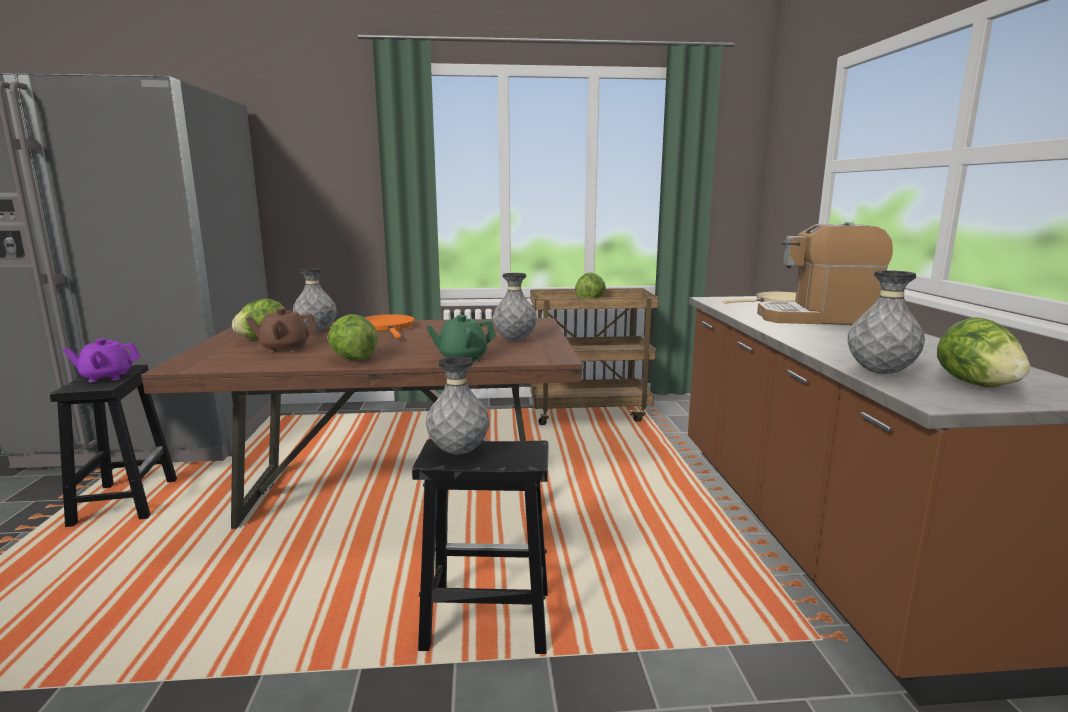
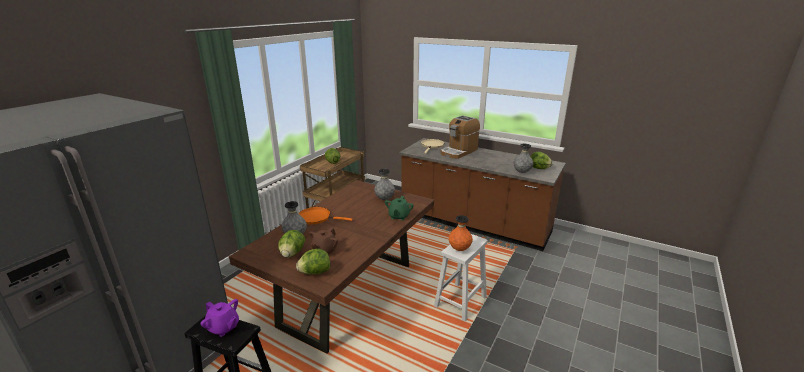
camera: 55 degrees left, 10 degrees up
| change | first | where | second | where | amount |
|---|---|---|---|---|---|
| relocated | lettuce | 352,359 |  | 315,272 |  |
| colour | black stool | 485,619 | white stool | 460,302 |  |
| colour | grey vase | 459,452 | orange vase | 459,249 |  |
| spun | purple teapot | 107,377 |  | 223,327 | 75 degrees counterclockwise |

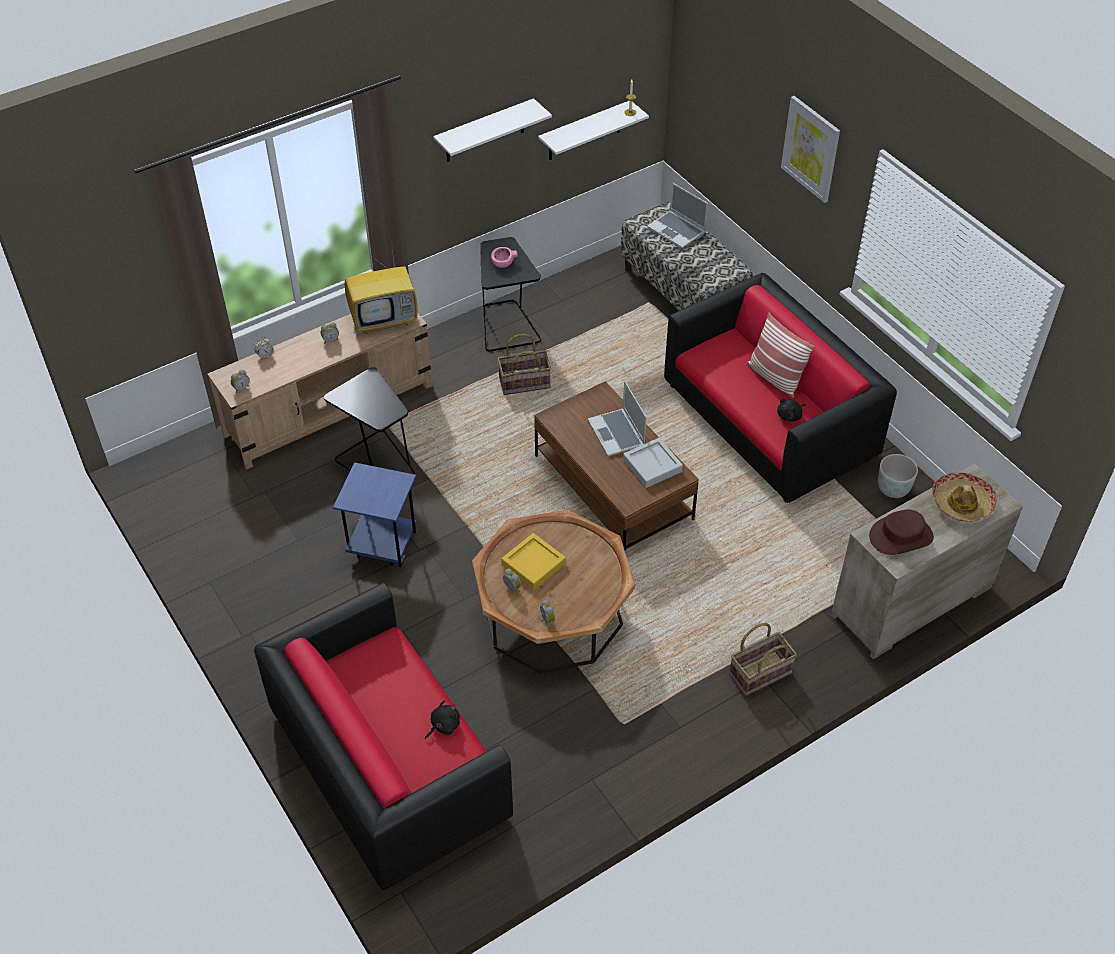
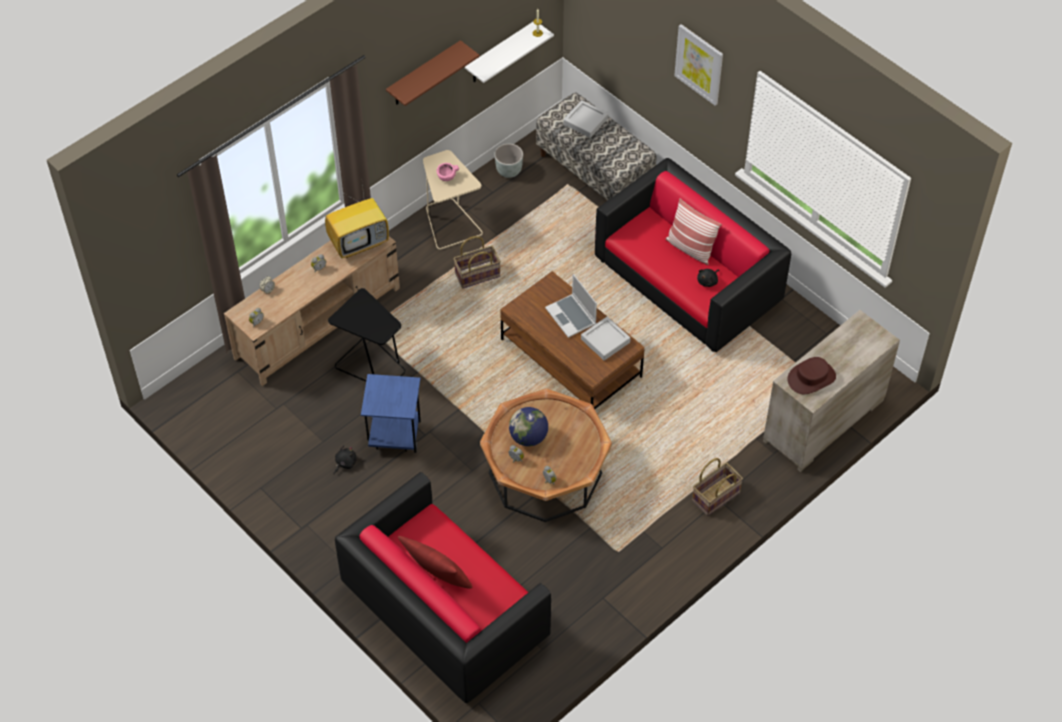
camera: 10 degrees left, 5 degrees up
| change | first | where | second | where | amount |
|---|---|---|---|---|---|
| missing | hat | 961,503 |  |  |  |
| appeared |  |  | red pillow | 437,578 |  |
| relocated | black plush toy | 443,725 |  | 345,463 |  |
| relocated | grey planter | 893,489 |  | 509,171 |  |
| exchanged | yellow tray | 533,564 | globe | 528,437 |  |
| exchanged | laptop | 677,230 | grey tray | 585,121 |  |
| colour | white shelf | 484,131 | brown shelf | 424,74 |  |
| colour | black side table | 507,326 | beige side table | 450,223 |  |

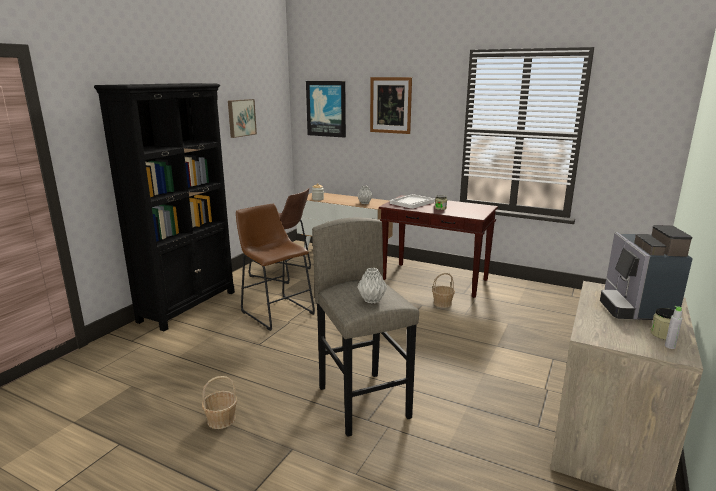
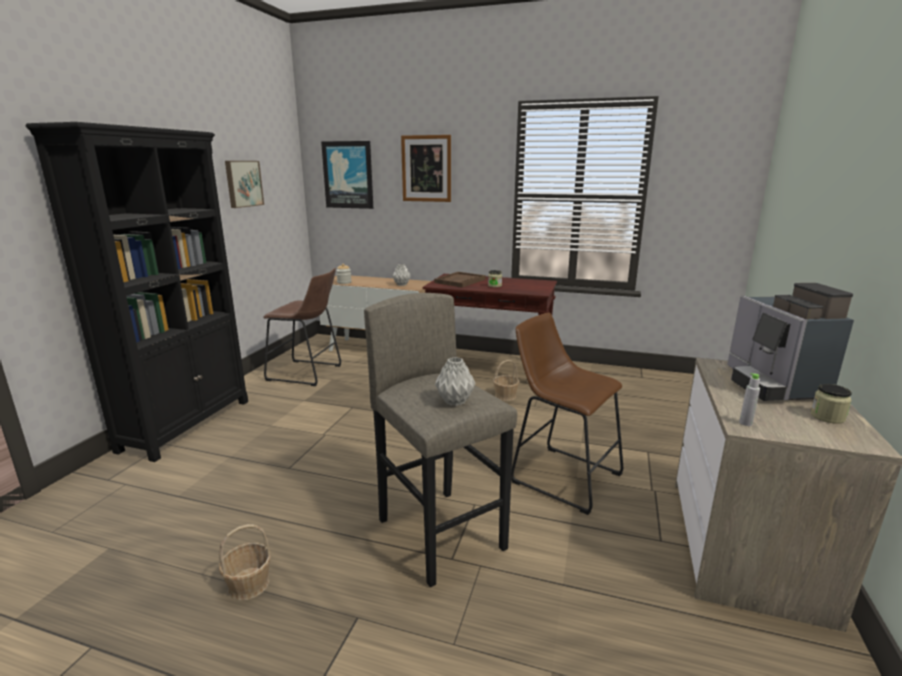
camera: 10 degrees left, 0 degrees up
| change | first | where | second | where | amount |
|---|---|---|---|---|---|
| relocated | brown stool | 275,311 |  | 560,475 |  |
| relocated | grey bottle | 670,346 |  | 745,423 |  |
| colour | white tray | 412,203 | brown tray | 460,281 |  |

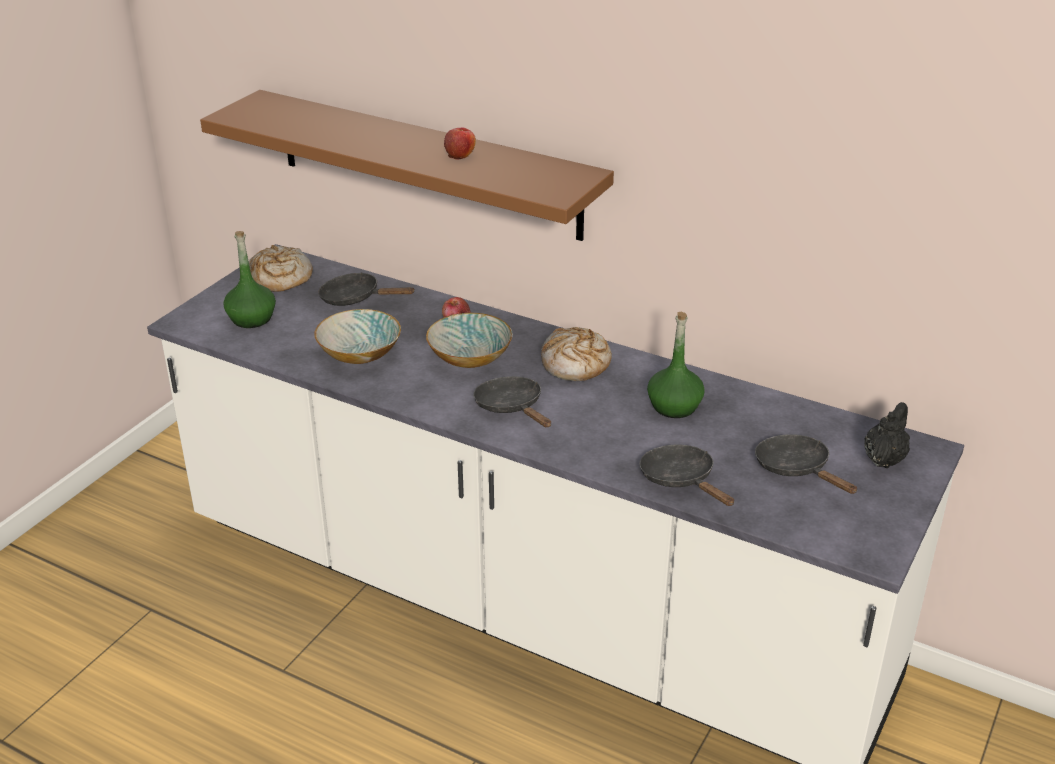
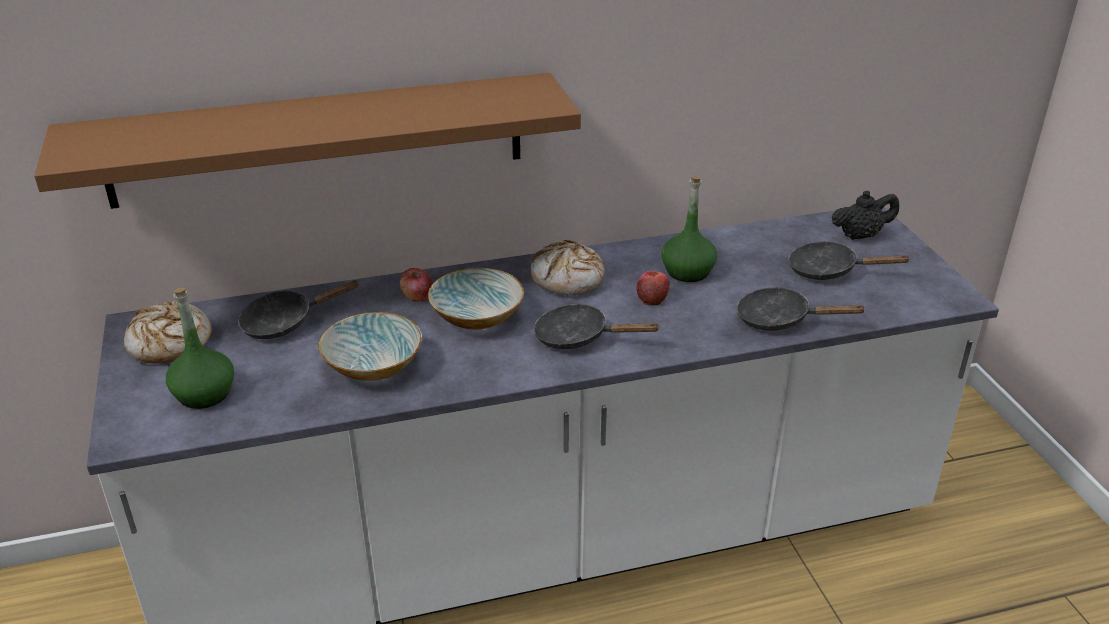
camera: 45 degrees left, 0 degrees up
| change | first | where | second | where | amount |
|---|---|---|---|---|---|
| relocated | apple | 460,155 |  | 652,298 |  |
| spun | black teapot | 884,459 |  | 860,236 | 90 degrees clockwise |

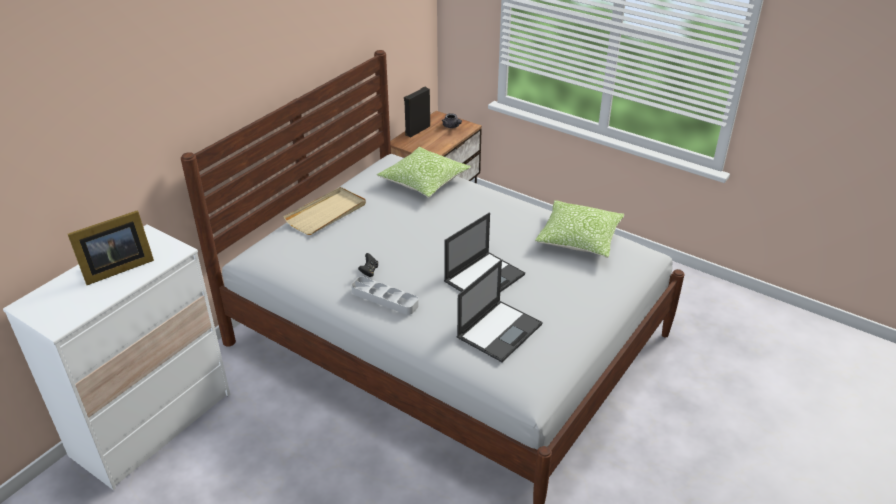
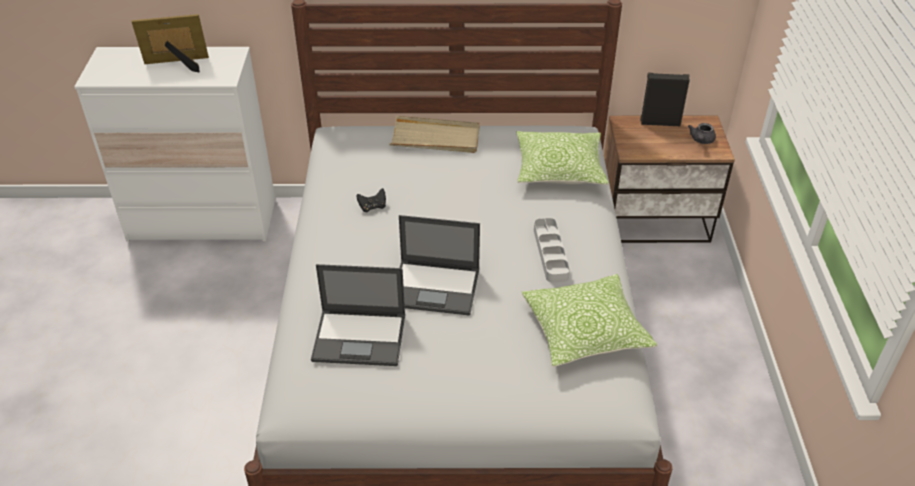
camera: 55 degrees right, 5 degrees up
| change | first | where | second | where | amount |
|---|---|---|---|---|---|
| relocated | grey tray | 384,298 |  | 550,253 |  |
| spun | picture frame | 115,268 |  | 178,64 | 150 degrees clockwise |

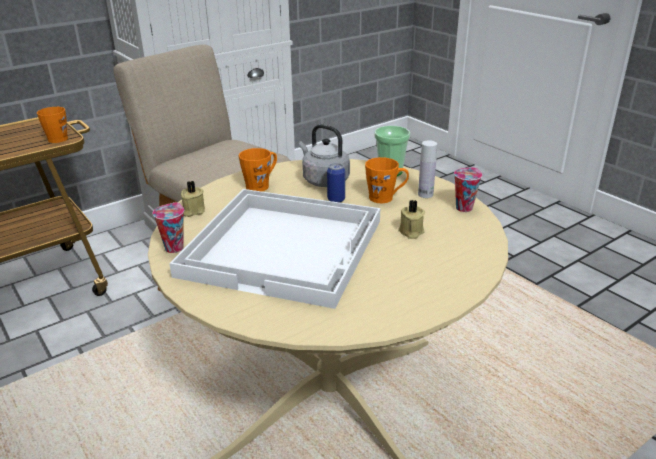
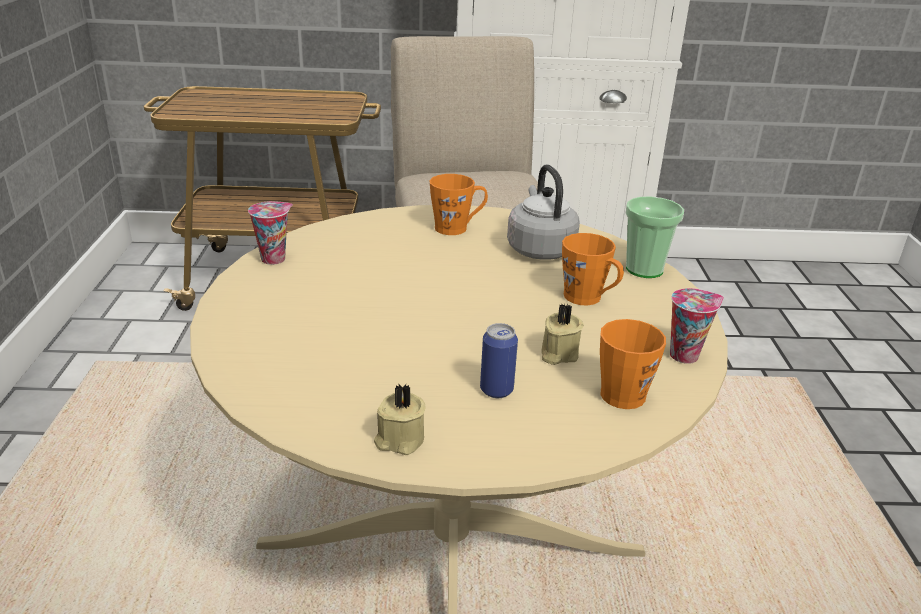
camera: 35 degrees right, 0 degrees up
| change | first | where | second | where | amount |
|---|---|---|---|---|---|
| missing | white tray | 285,246 |  |  |  |
| missing | white bottle | 425,194 |  |  |  |
| relocated | orange mug | 59,137 |  | 626,390 |  |
| relocated | beige candle | 193,211 |  | 399,440 |  |
| relocated | can | 336,199 |  | 496,390 |  |

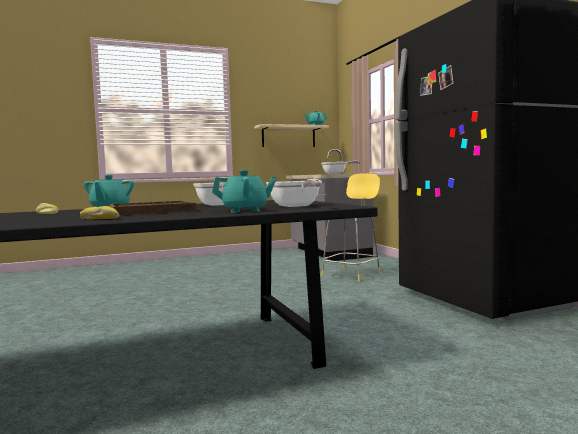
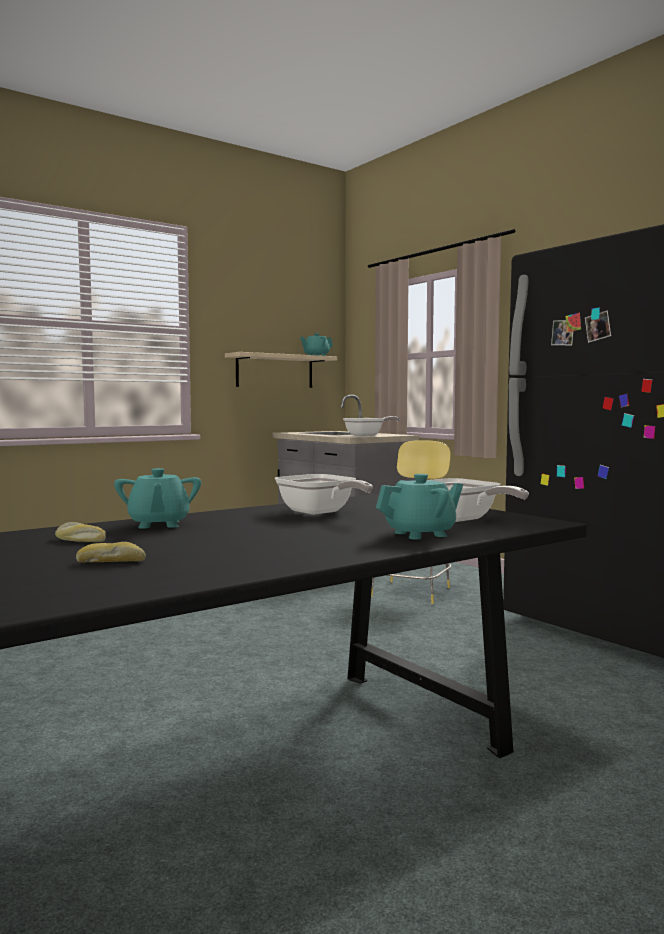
camera: 15 degrees left, 0 degrees up
| change | first | where | second | where | amount |
|---|---|---|---|---|---|
| missing | brown tray | 152,211 |  |  |  |
| relocated | bread | 100,218 |  | 111,562 |  |

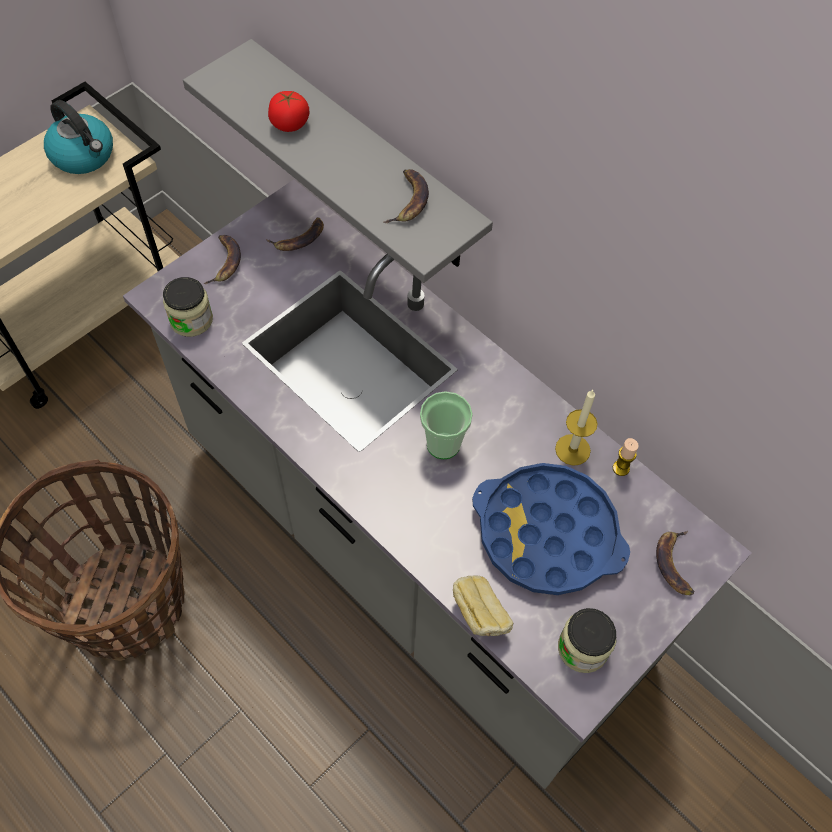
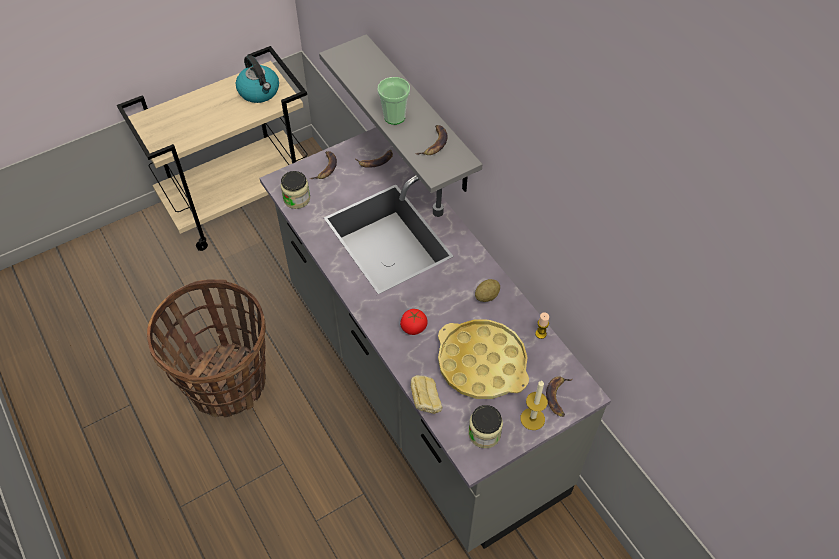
camera: 15 degrees right, 5 degrees down
| change | first | where | second | where | amount |
|---|---|---|---|---|---|
| appeared |  |  | potato | 487,296 |  |
| relocated | tomato | 289,124 |  | 413,327 |  |
| relocated | cup | 443,444 |  | 394,117 |  |
| relocated | candle | 572,449 |  | 532,419 |  |
| colour | blue tray | 547,534 | yellow tray | 481,363 |  |

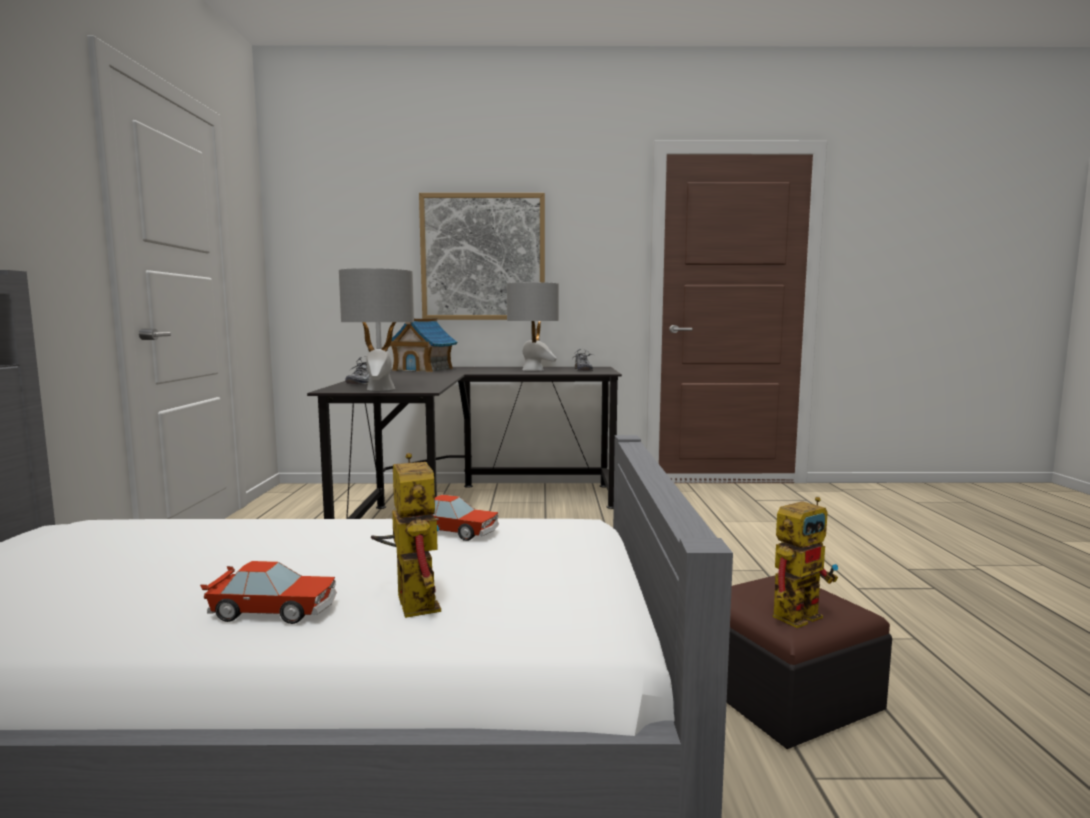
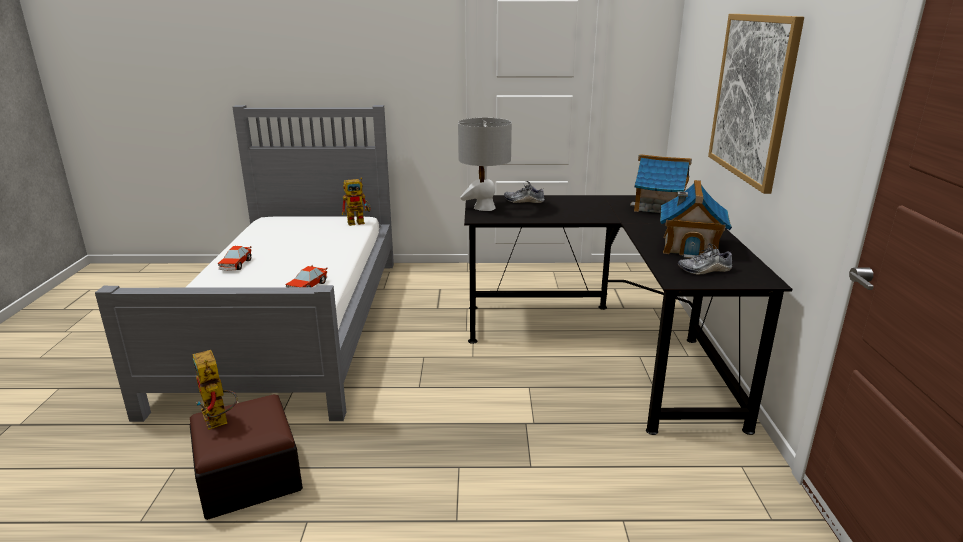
camera: 90 degrees right, 15 degrees up
| change | first | where | second | where | amount |
|---|---|---|---|---|---|
| relocated | toy robot | 410,599 |  | 359,222 |  |
| exchanged | grey table lamp | 533,370 | toy house | 690,247 |  |

